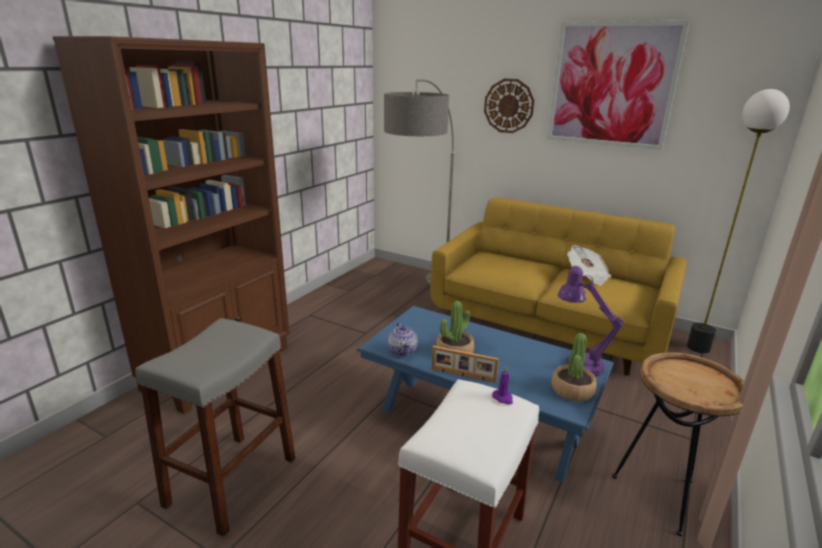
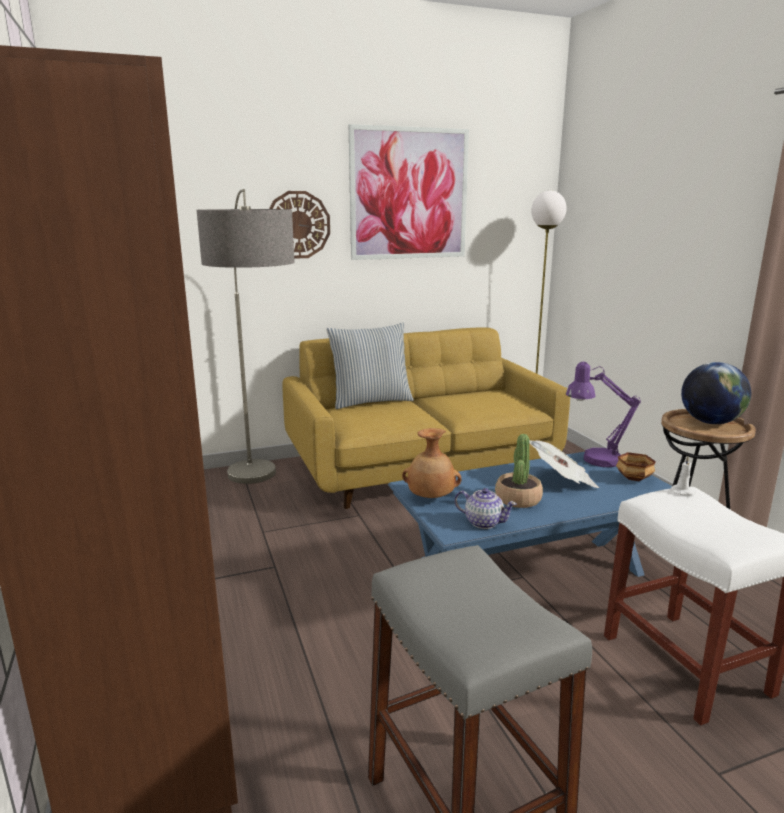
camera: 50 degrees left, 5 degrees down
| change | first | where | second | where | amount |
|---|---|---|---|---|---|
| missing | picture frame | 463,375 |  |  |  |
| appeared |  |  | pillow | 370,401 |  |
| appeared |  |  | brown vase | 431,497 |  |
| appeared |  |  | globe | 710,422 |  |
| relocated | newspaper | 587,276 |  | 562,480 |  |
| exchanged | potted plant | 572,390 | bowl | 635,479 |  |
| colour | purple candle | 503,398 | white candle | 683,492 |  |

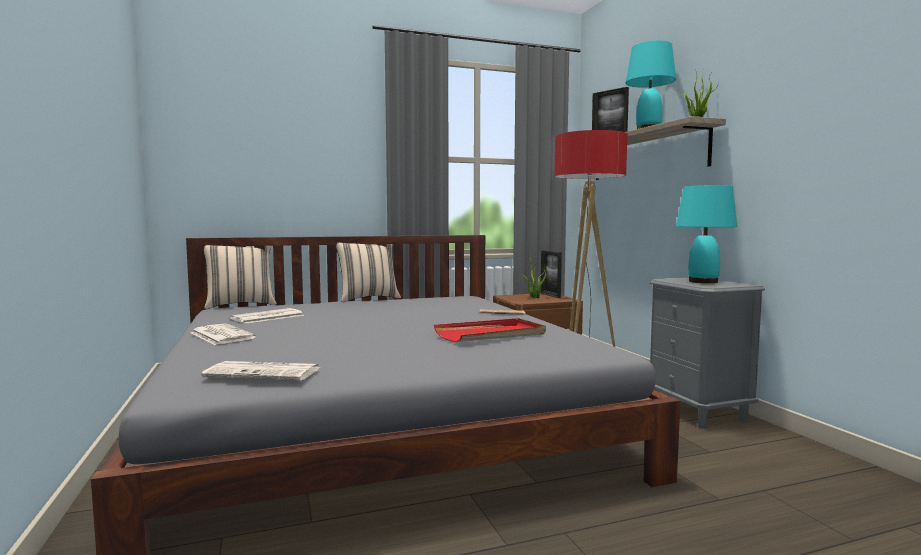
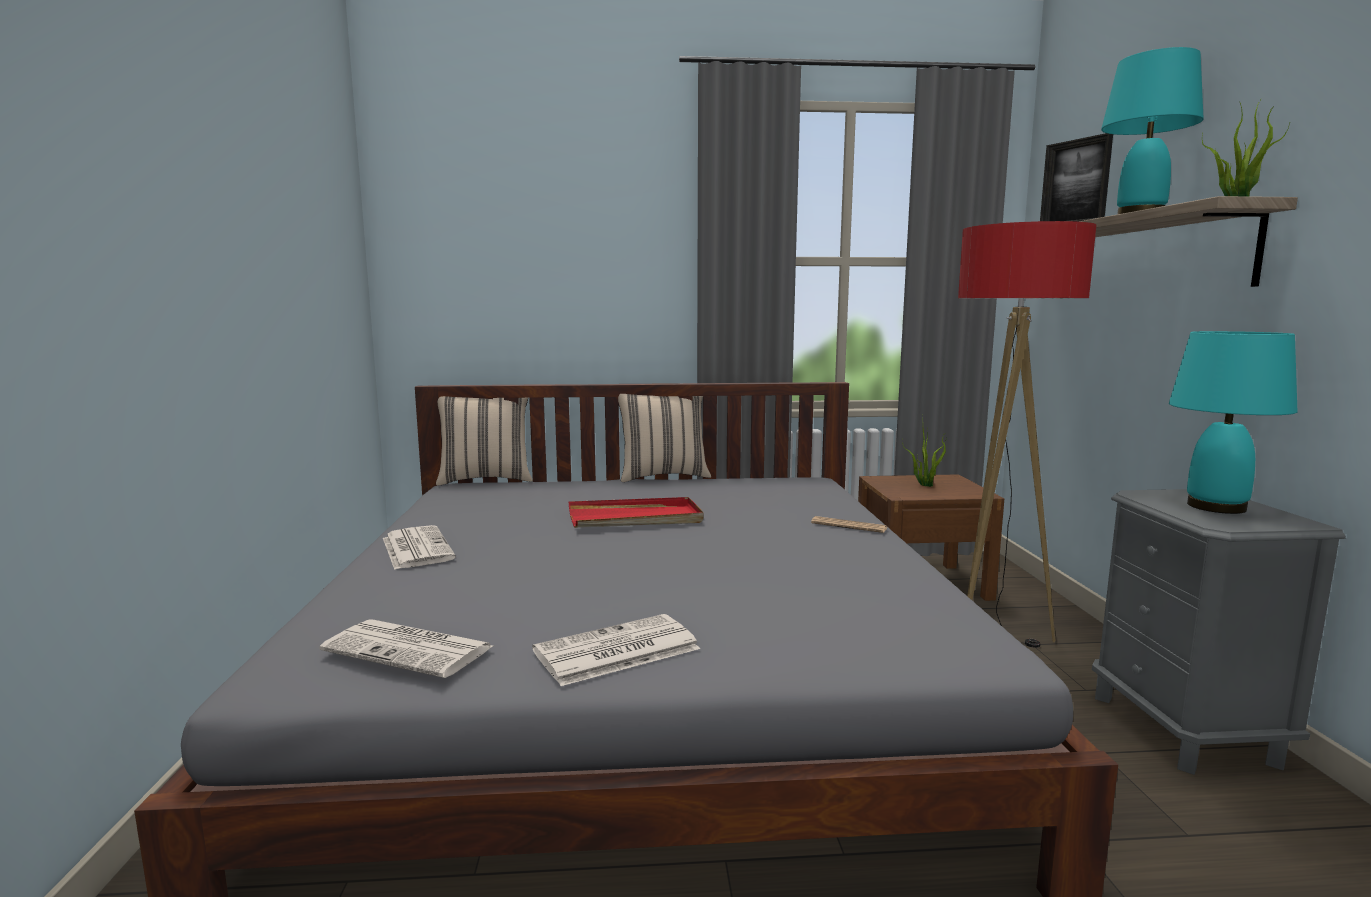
camera: 15 degrees right, 5 degrees up
| change | first | where | second | where | amount |
|---|---|---|---|---|---|
| missing | picture frame | 550,295 |  |  |  |
| relocated | newspaper | 267,317 |  | 615,651 |  |
| relocated | red tray | 491,334 |  | 635,518 |  |

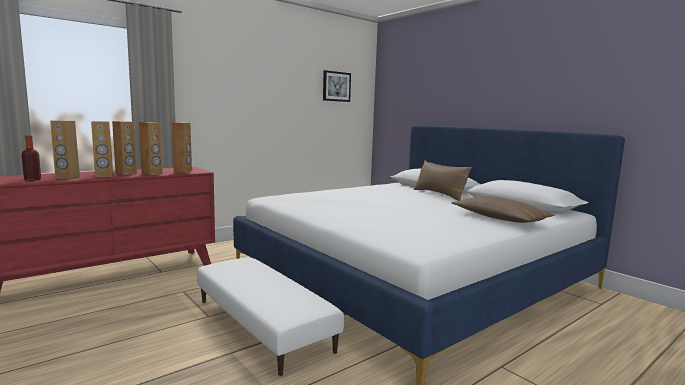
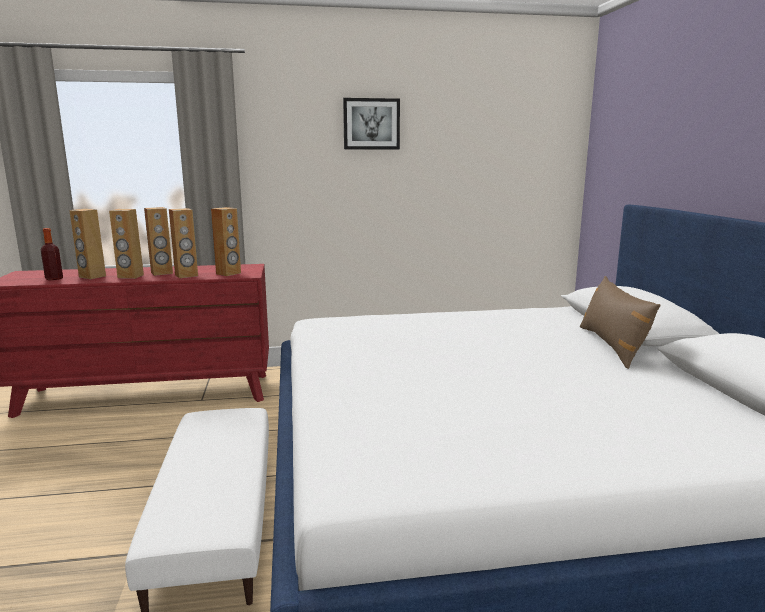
camera: 30 degrees right, 5 degrees up
| change | first | where | second | where | amount |
|---|---|---|---|---|---|
| missing | brown pillow | 499,219 |  |  |  |
| relocated | picture | 336,86 |  | 371,124 |  |

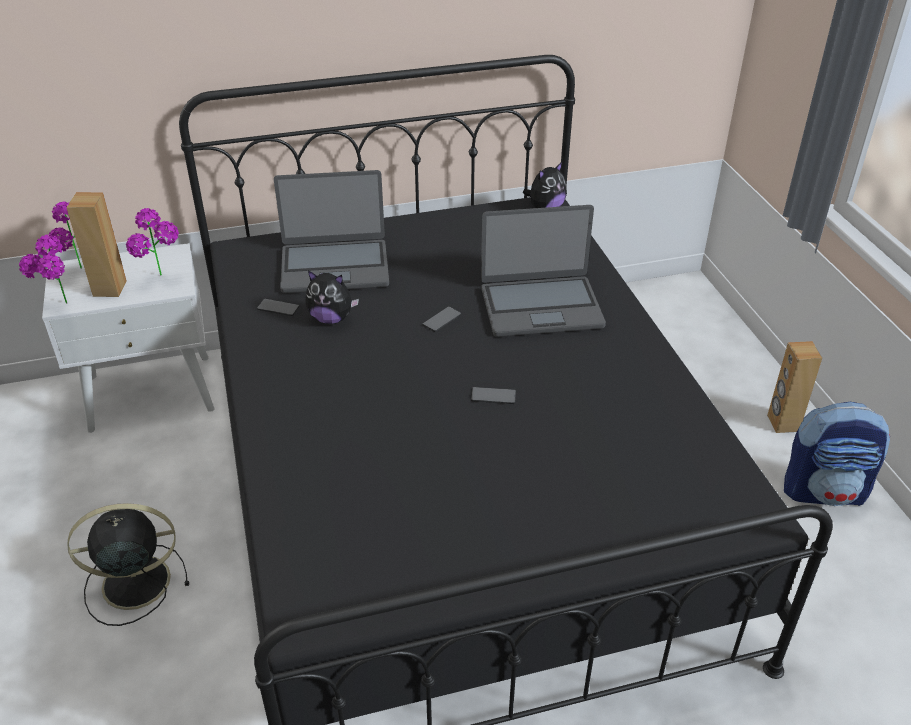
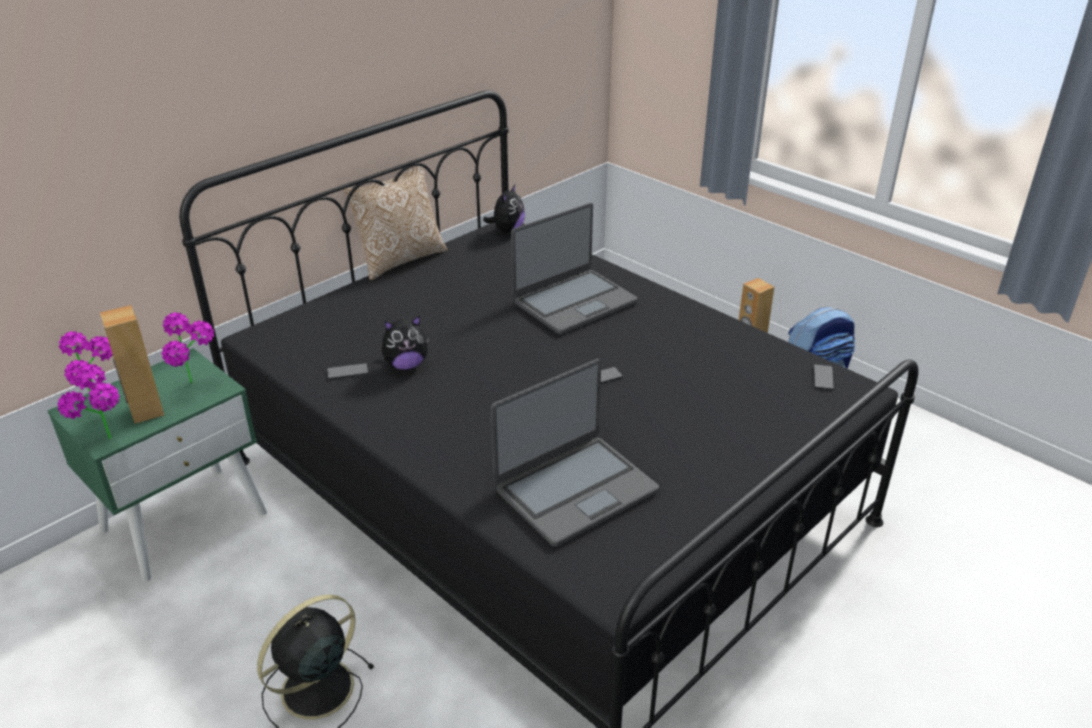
camera: 30 degrees left, 5 degrees down
| change | first | where | second | where | amount |
|---|---|---|---|---|---|
| appeared |  |  | pillow | 400,259 |  |
| relocated | laptop | 334,267 |  | 575,490 |  |
| relocated | phone | 442,320 |  | 823,378 |  |
| colour | white nightstand | 151,392 | green nightstand | 185,520 |  |

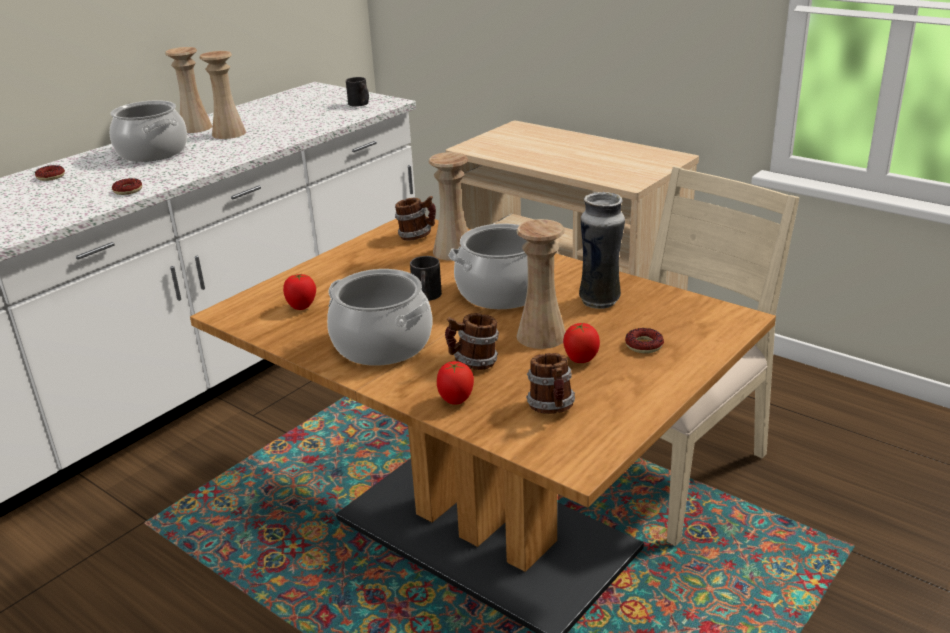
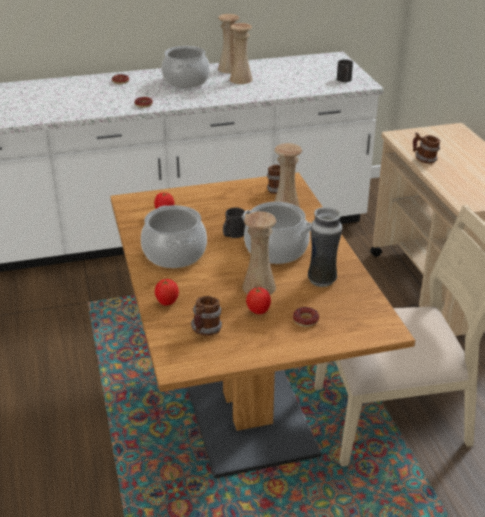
camera: 35 degrees right, 5 degrees up
| change | first | where | second | where | amount |
|---|---|---|---|---|---|
| relocated | mug | 473,363 |  | 424,160 |  |

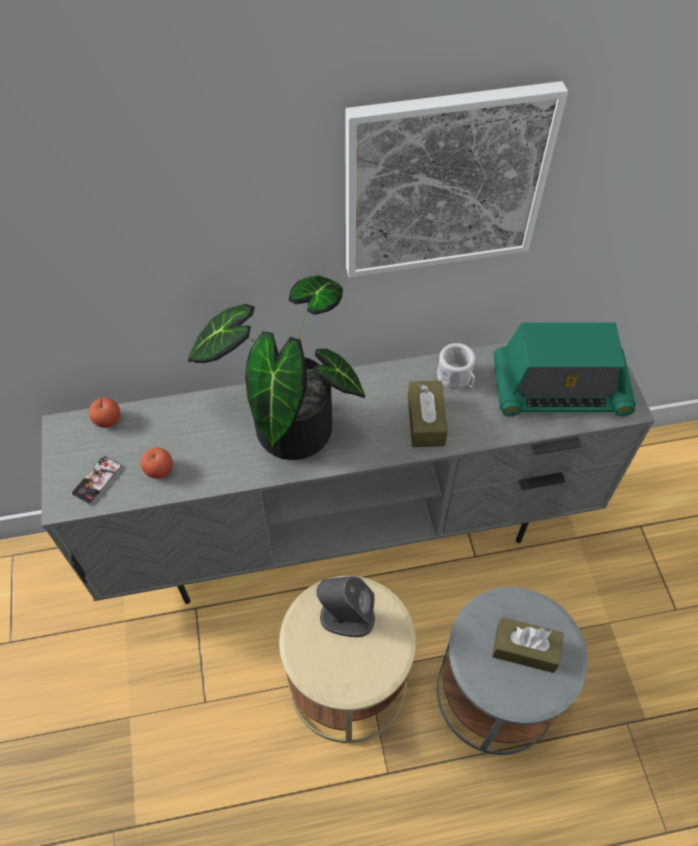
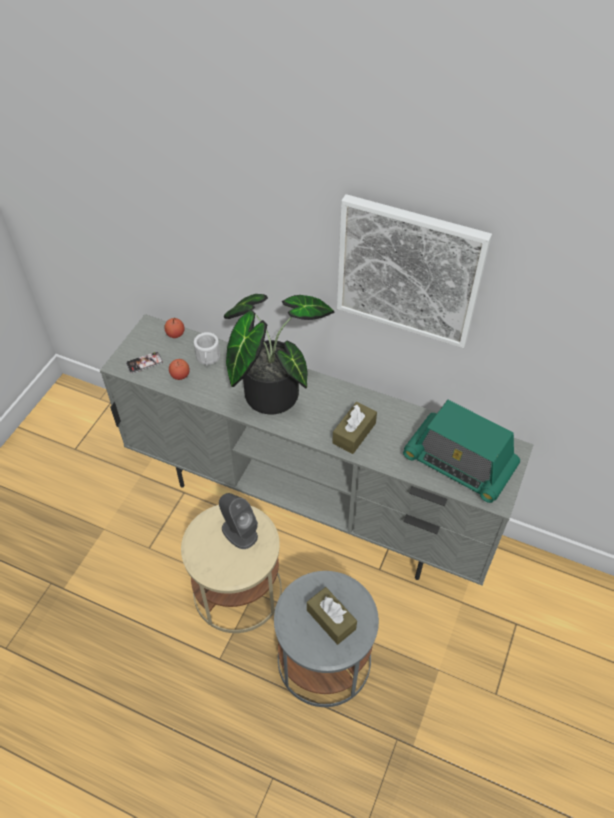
camera: 35 degrees right, 5 degrees down
| change | first | where | second | where | amount |
|---|---|---|---|---|---|
| relocated | white mug | 457,378 |  | 208,358 |  |

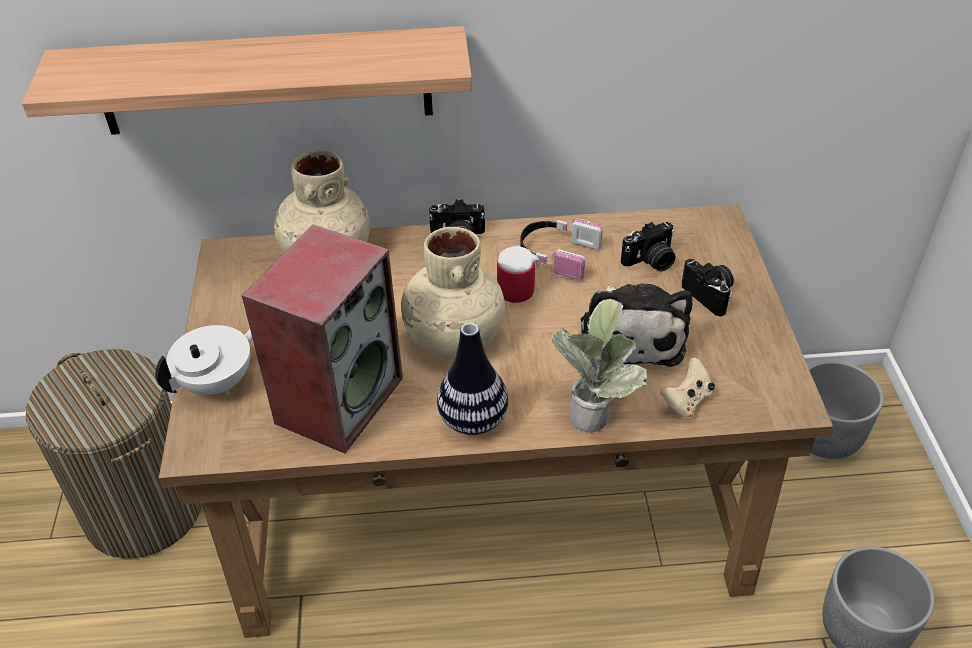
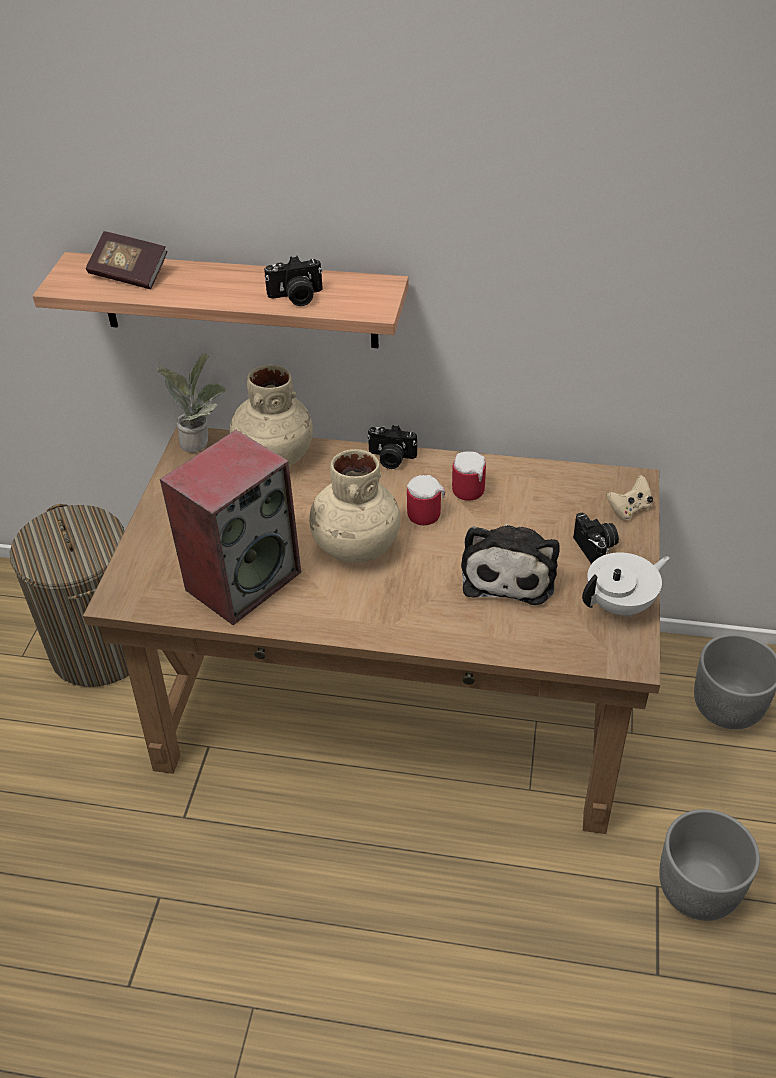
camera: 15 degrees right, 0 degrees up
| change | first | where | second | where | amount |
|---|---|---|---|---|---|
| missing | vase | 473,420 |  |  |  |
| appeared |  |  | book | 129,274 |  |
| relocated | white teapot | 218,382 |  | 621,604 |  |
| relocated | potted plant | 594,410 |  | 201,440 |  |
| relocated | photo camera | 650,261 |  | 296,297 |  |
| relocated | beige game controller | 687,401 |  | 629,509 |  |
| exchanged | headphones | 557,254 | mug | 472,488 |  |

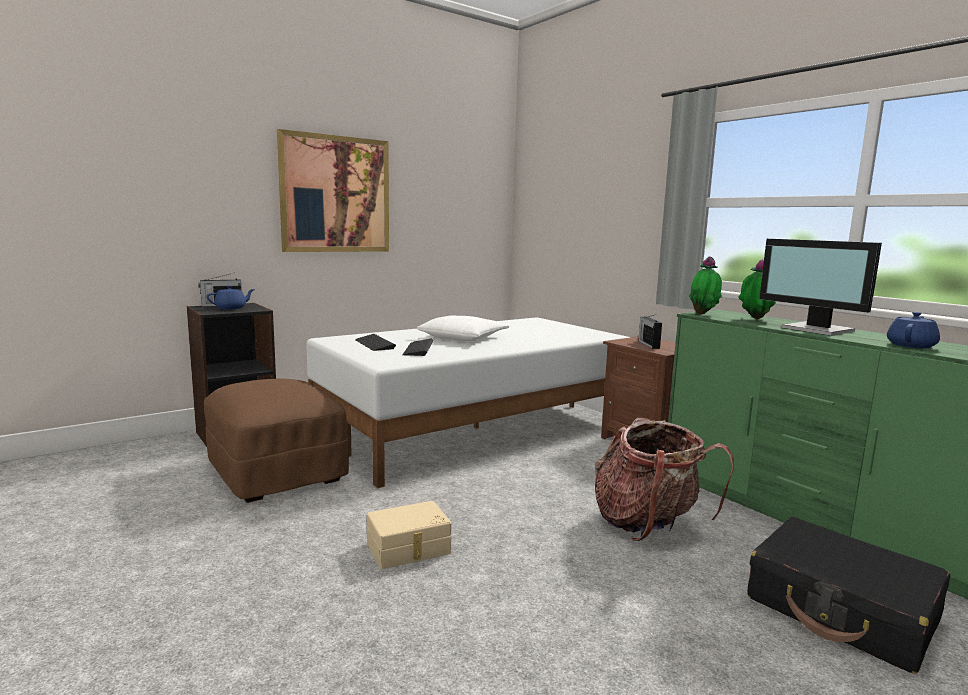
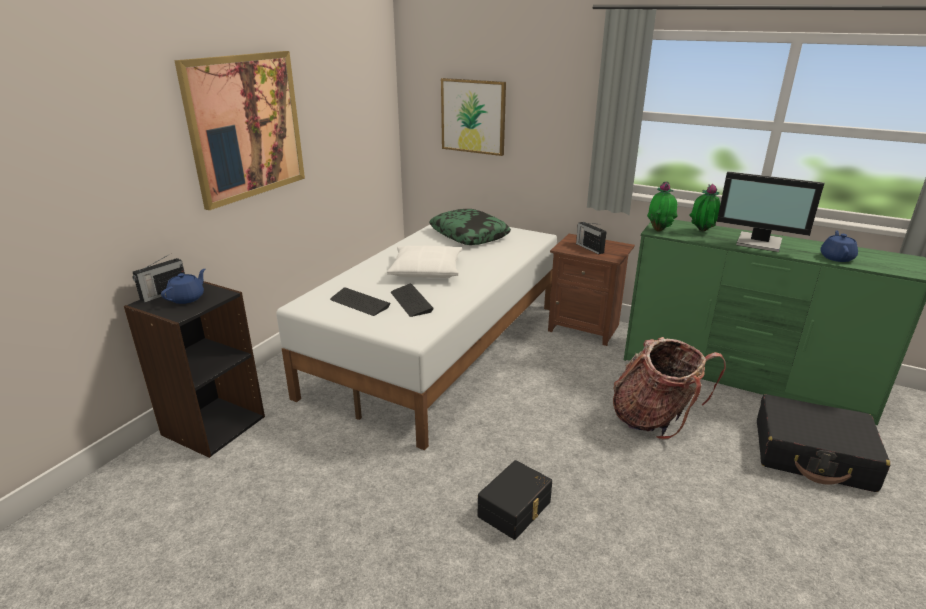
camera: 25 degrees left, 15 degrees up
| change | first | where | second | where | amount |
|---|---|---|---|---|---|
| missing | brown ottoman | 277,471 |  |  |  |
| appeared |  |  | pillow | 469,235 |  |
| appeared |  |  | picture | 473,116 |  |
| colour | beige storage box | 409,549 | black storage box | 516,509 |  |

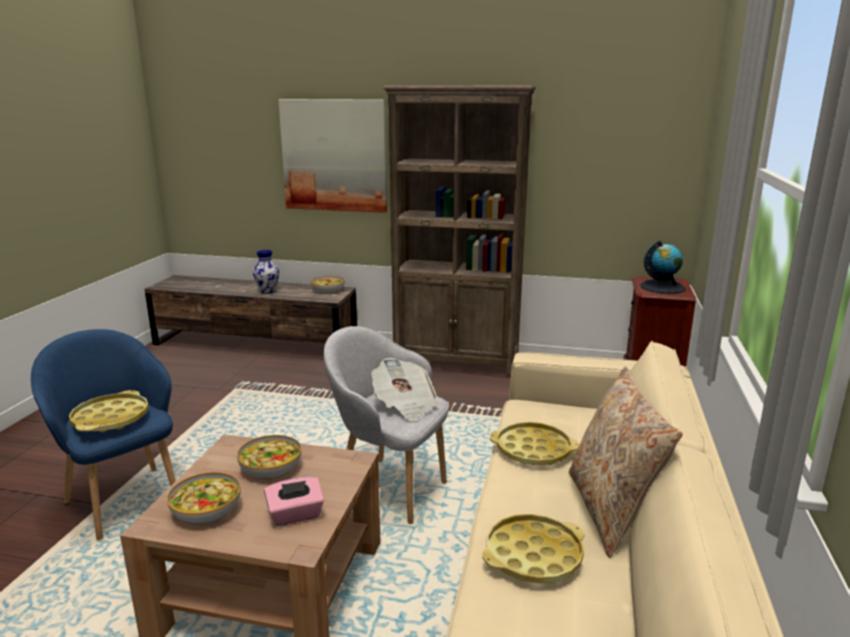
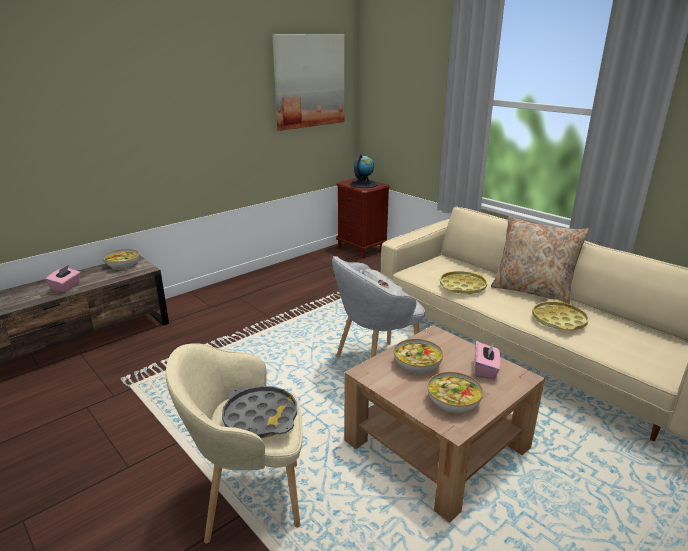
camera: 55 degrees left, 5 degrees up
| change | first | where | second | where | amount |
|---|---|---|---|---|---|
| missing | brown bookcase | 457,362 |  |  |  |
| relocated | picture | 334,155 |  | 309,81 |  |
| exchanged | vase | 267,291 | pink tissue box | 66,287 |  |
| colour | blue armchair | 124,501 | beige armchair | 249,498 |  |
| colour | yellow tray | 111,419 | grey tray | 260,417 |  |

